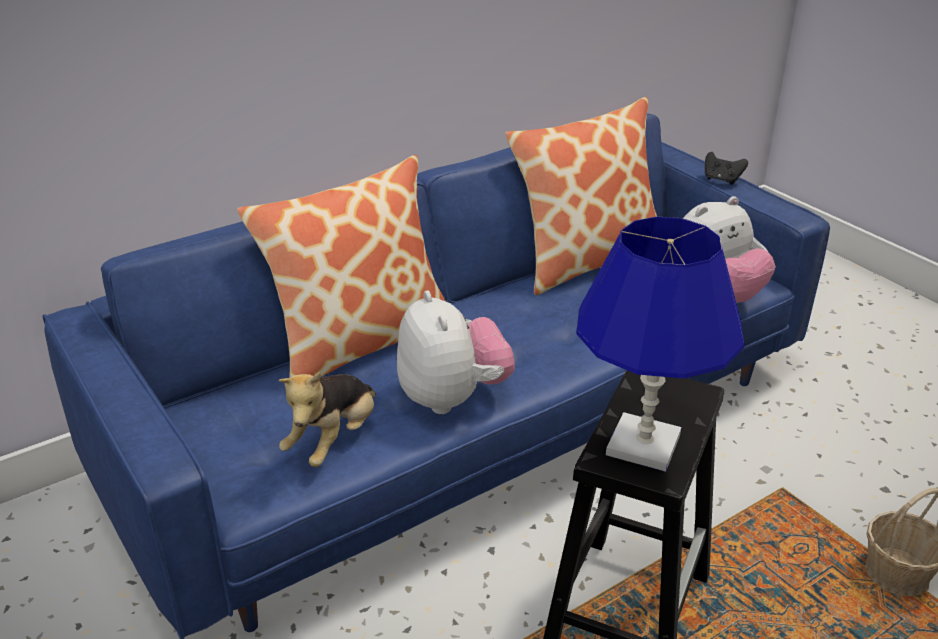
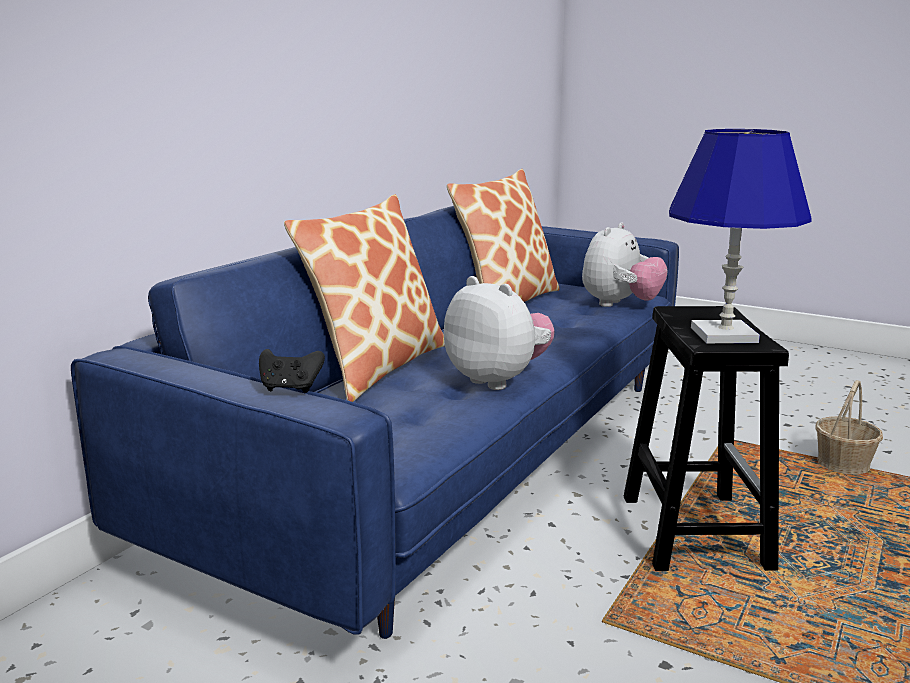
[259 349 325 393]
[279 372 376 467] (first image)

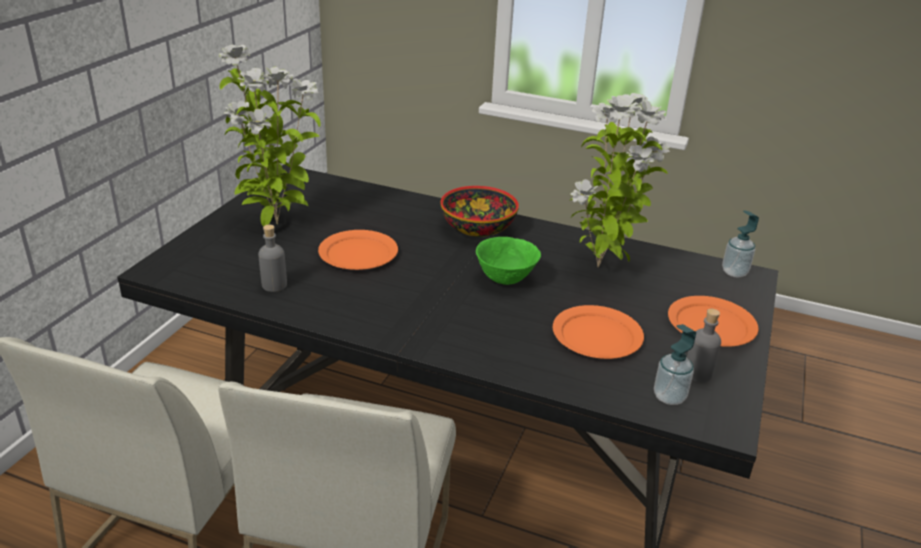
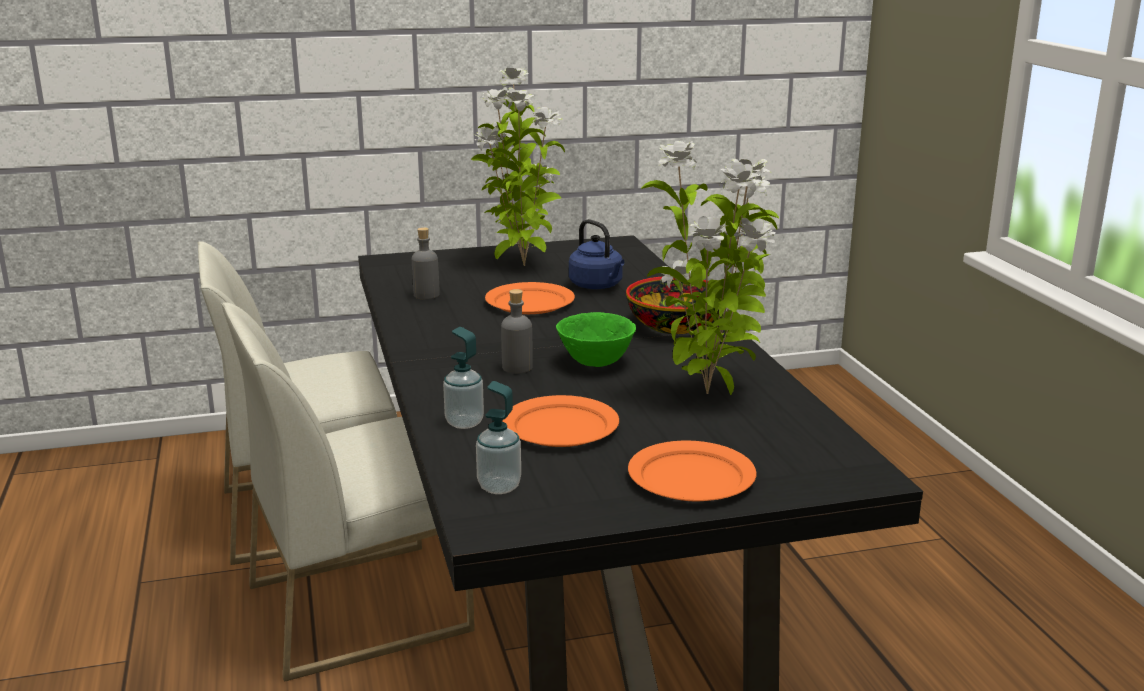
[443 327 484 429]
[501 289 533 374]
[569 219 624 289]

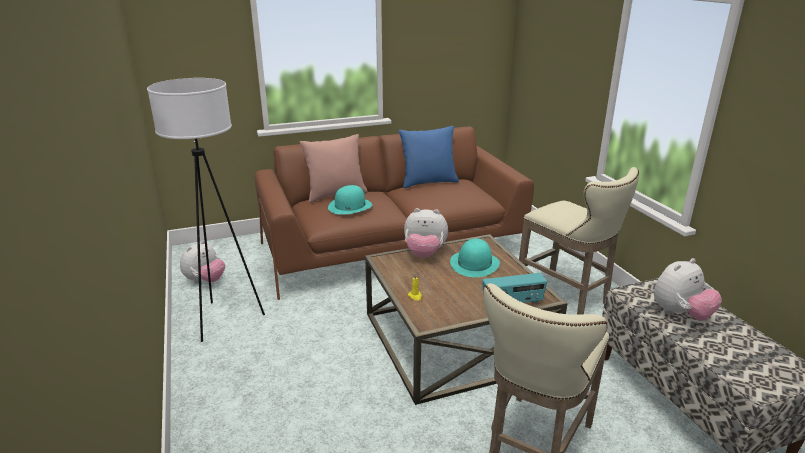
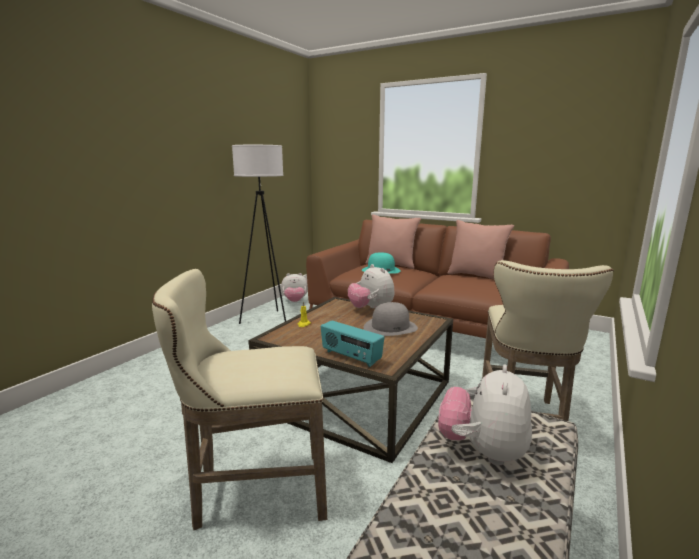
[447 220 514 279]
[363 302 418 336]
[438 364 532 466]

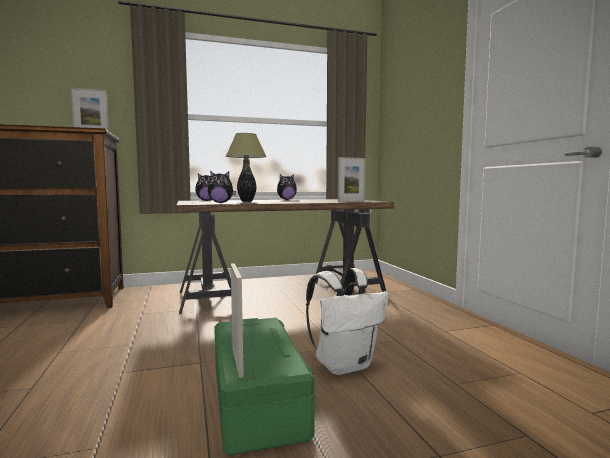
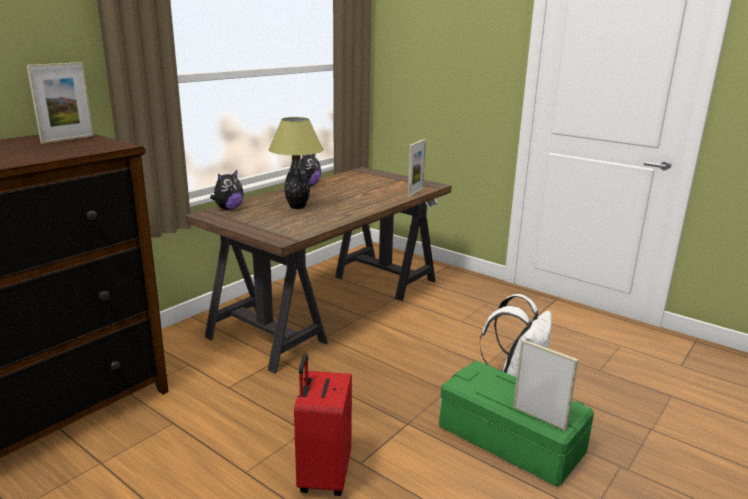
[208 171 236 203] (first image)
[294 354 352 496]

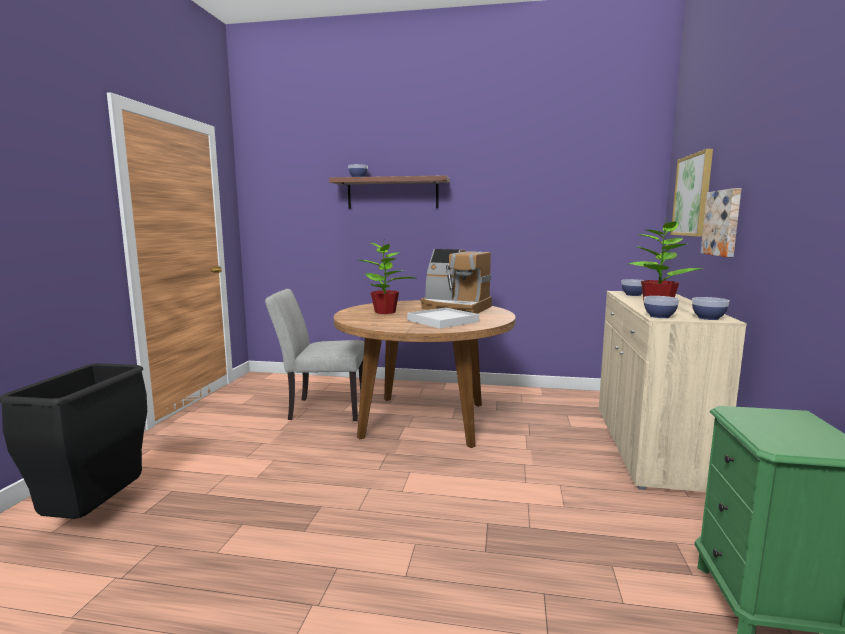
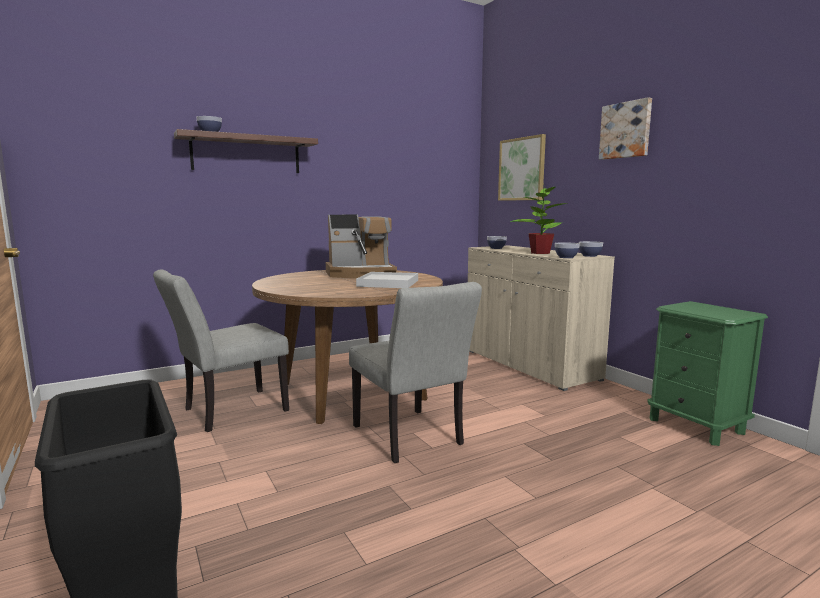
[599 97 652 160]
[358 243 417 314] (first image)
[349 282 482 463]

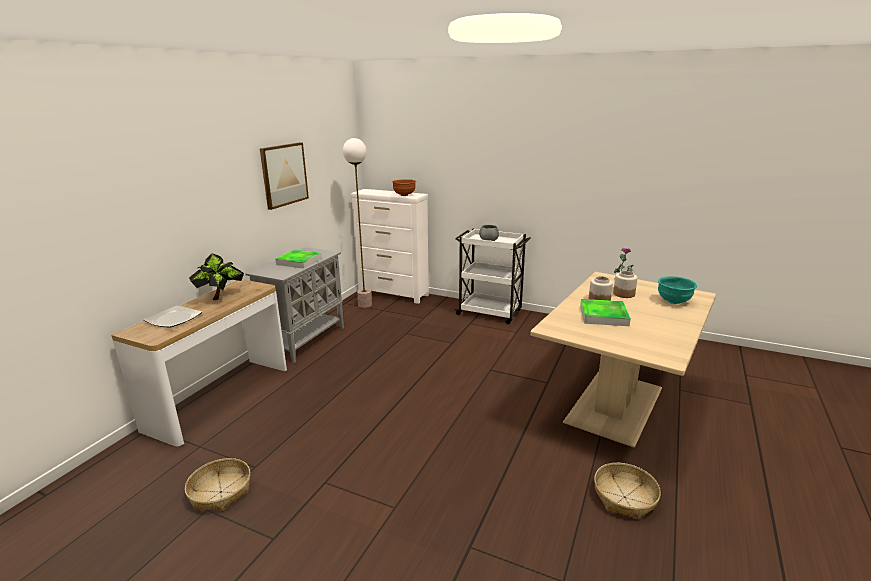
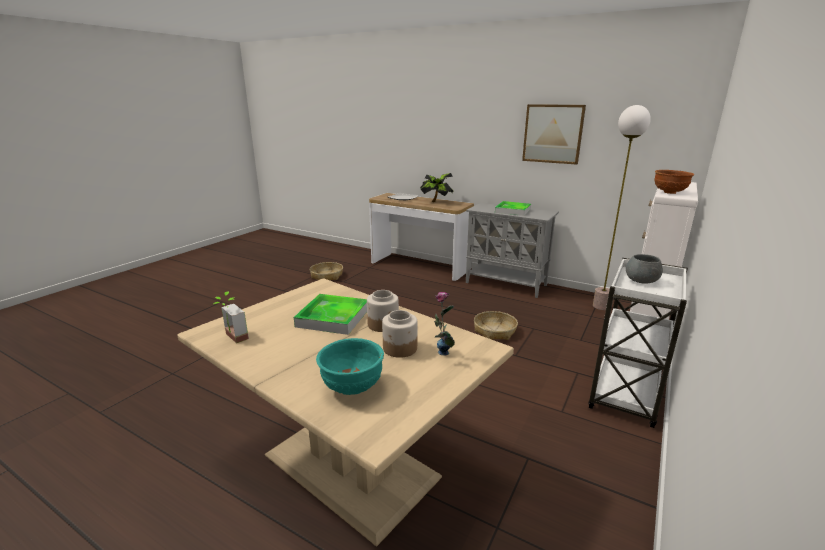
[474 311 518 340]
[214 291 249 343]

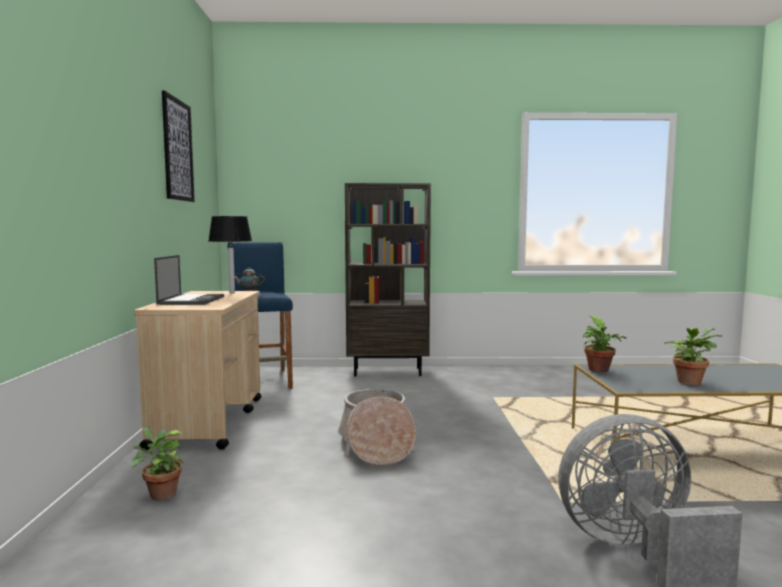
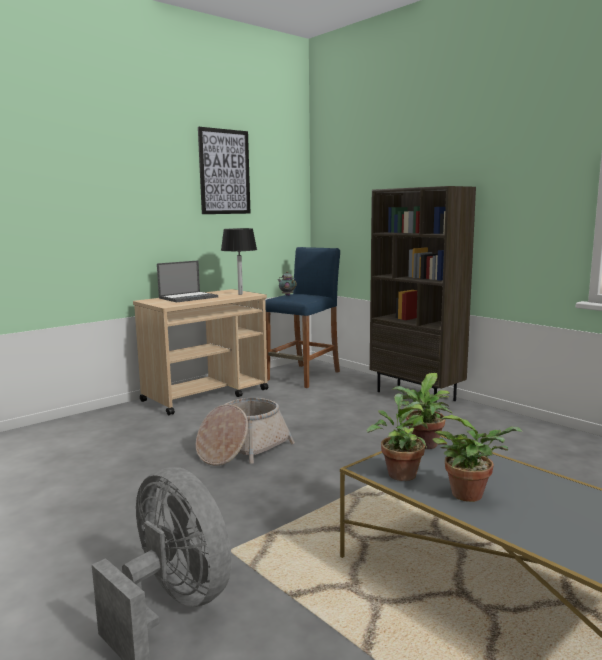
[366 394 428 481]

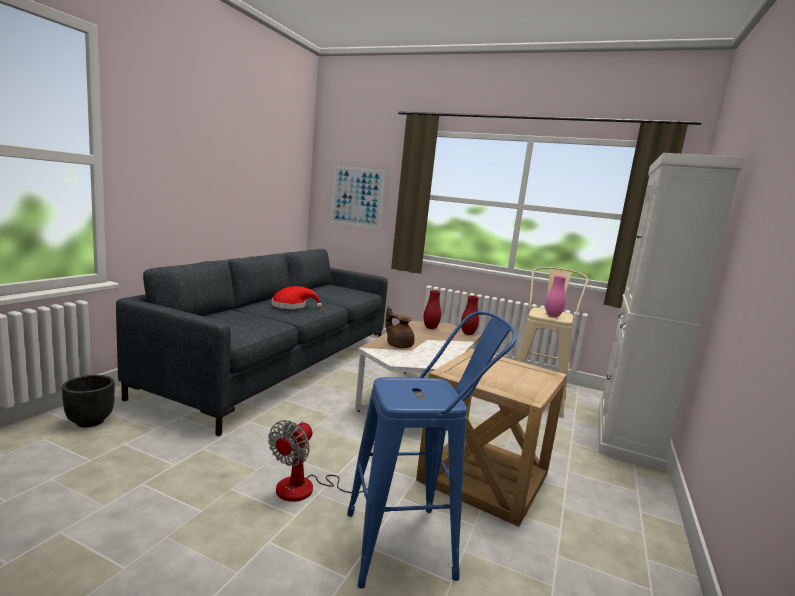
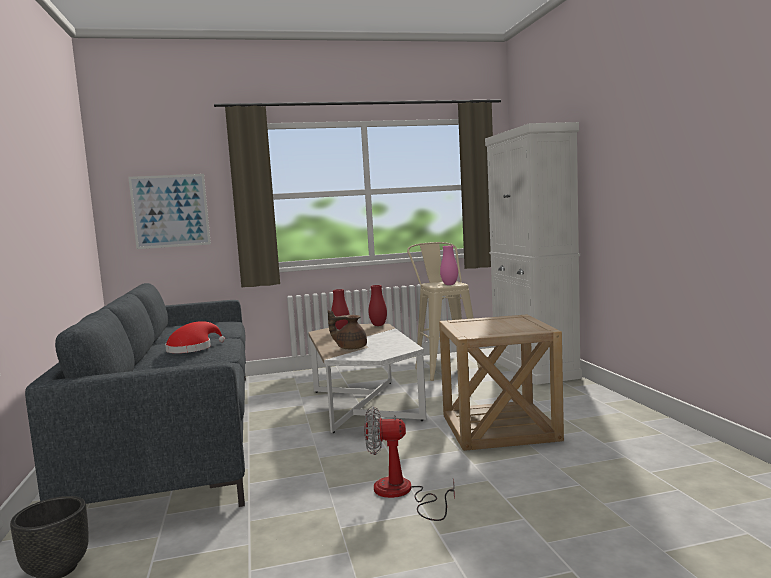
[347 312 517 589] (first image)
[364 406 455 521]

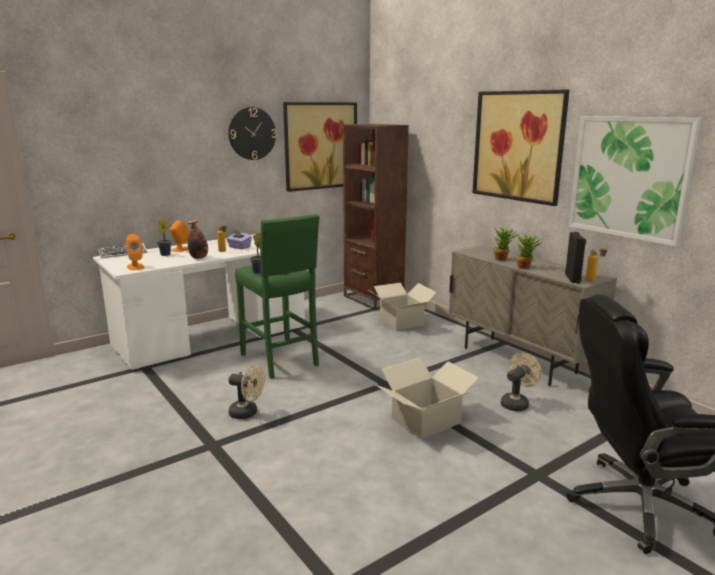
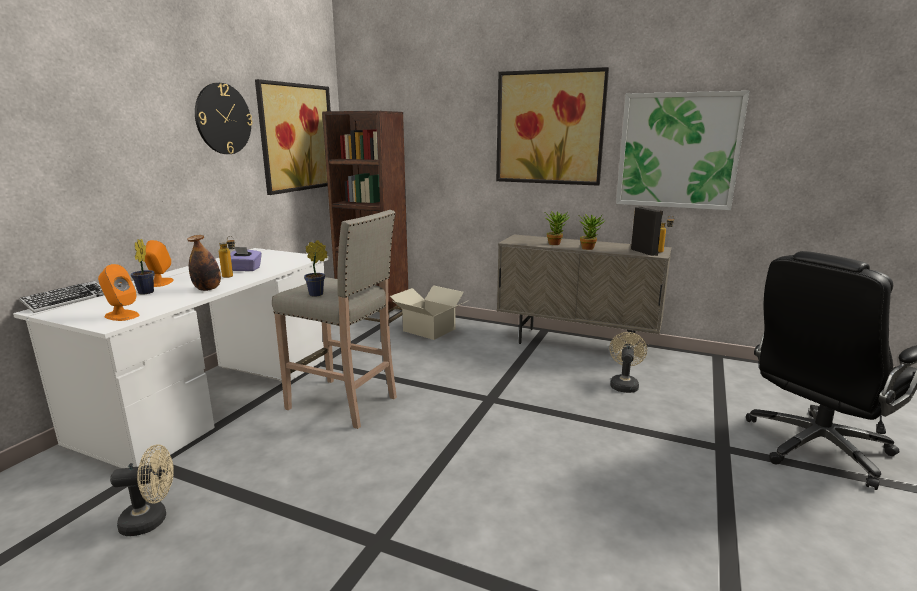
[272 210 397 429]
[376 357 479 439] (first image)
[110 444 174 536]

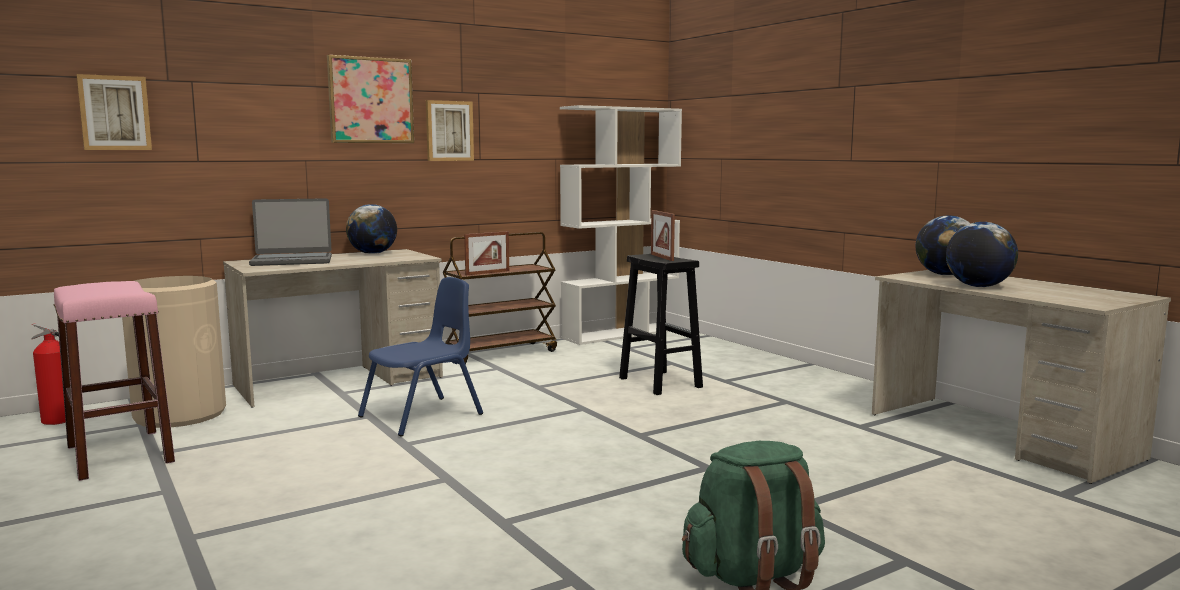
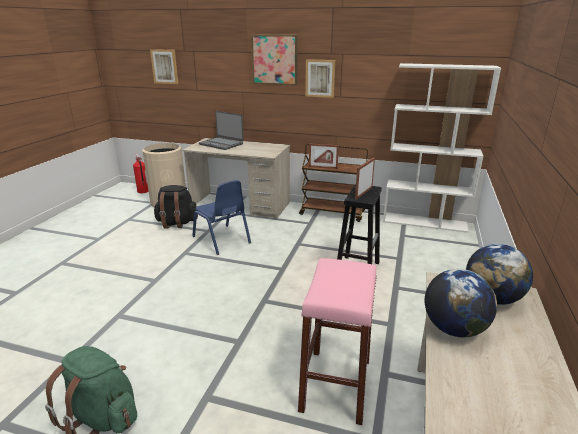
[346 204 397 254] (first image)
[192 180 251 255]
[298 258 377 425]
[153 185 198 228]

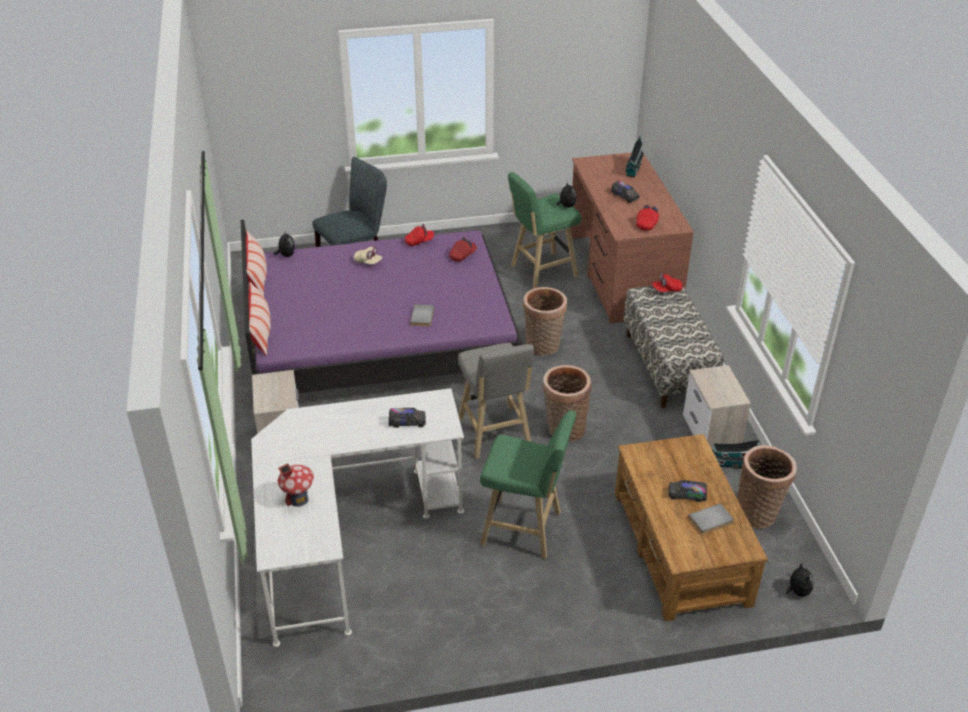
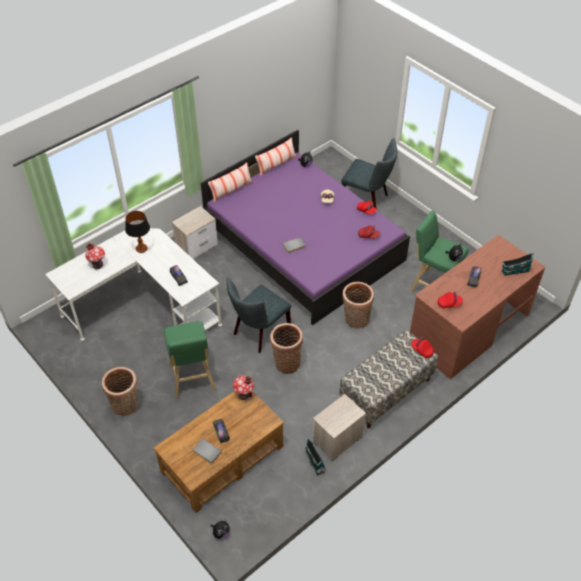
[227 277 291 353]
[102 367 138 416]
[125 211 150 253]
[232 375 254 400]

